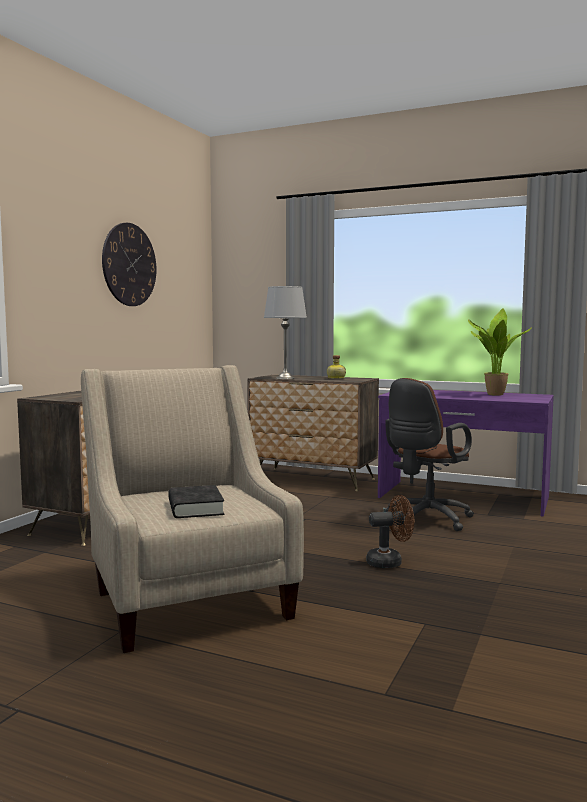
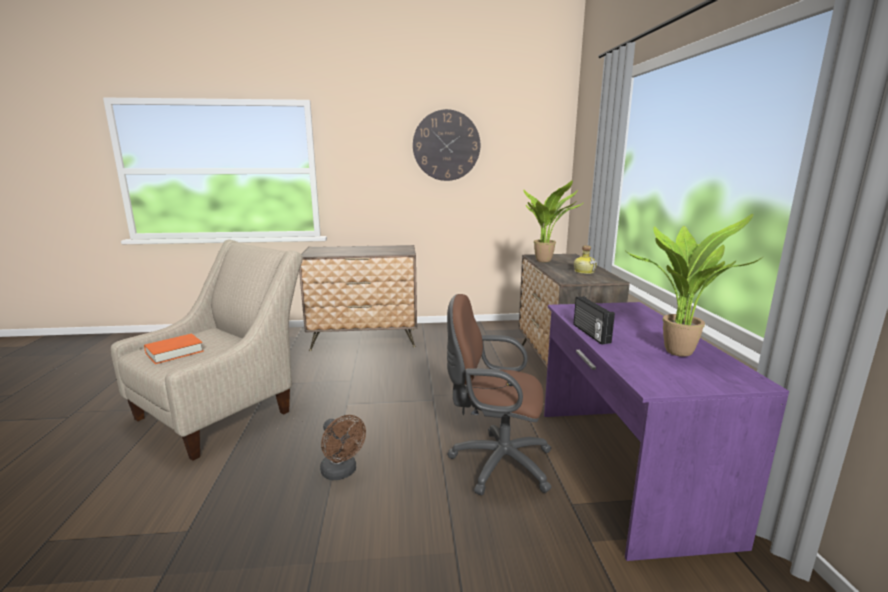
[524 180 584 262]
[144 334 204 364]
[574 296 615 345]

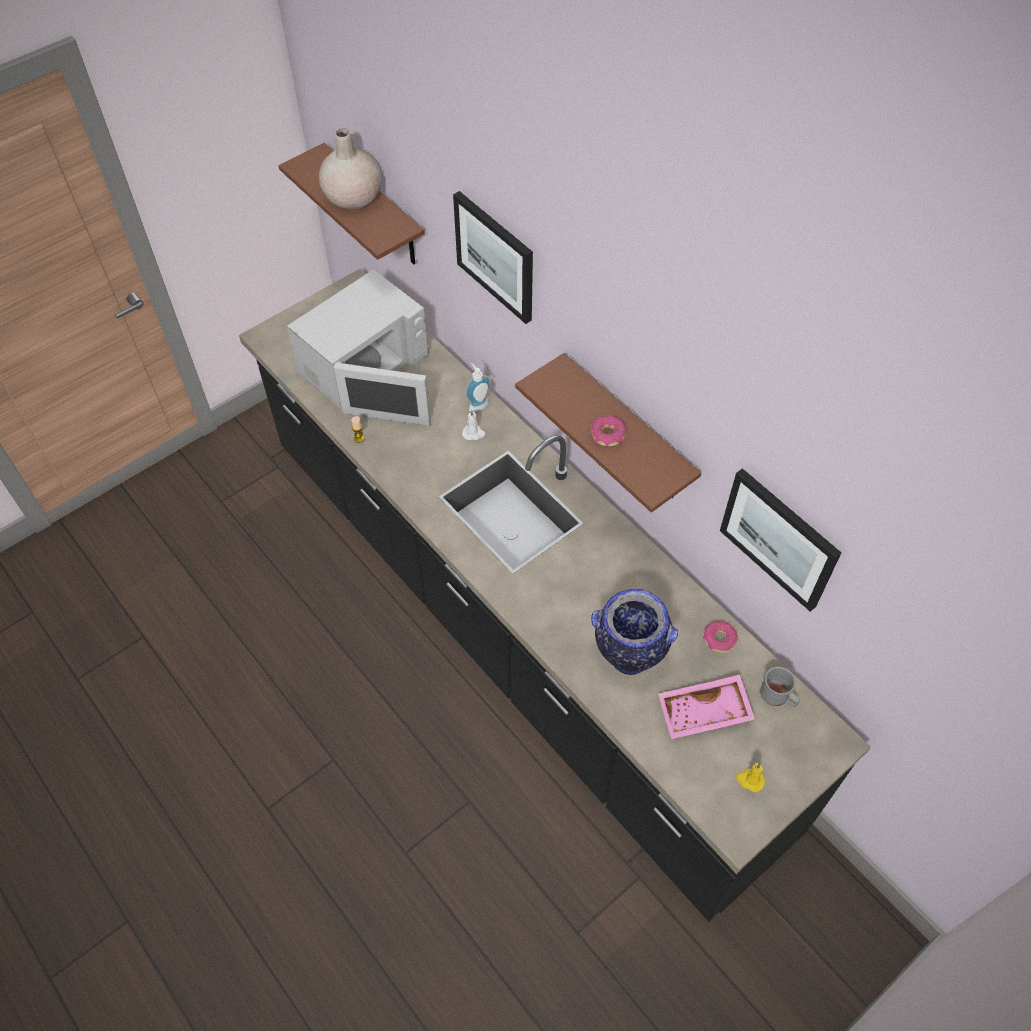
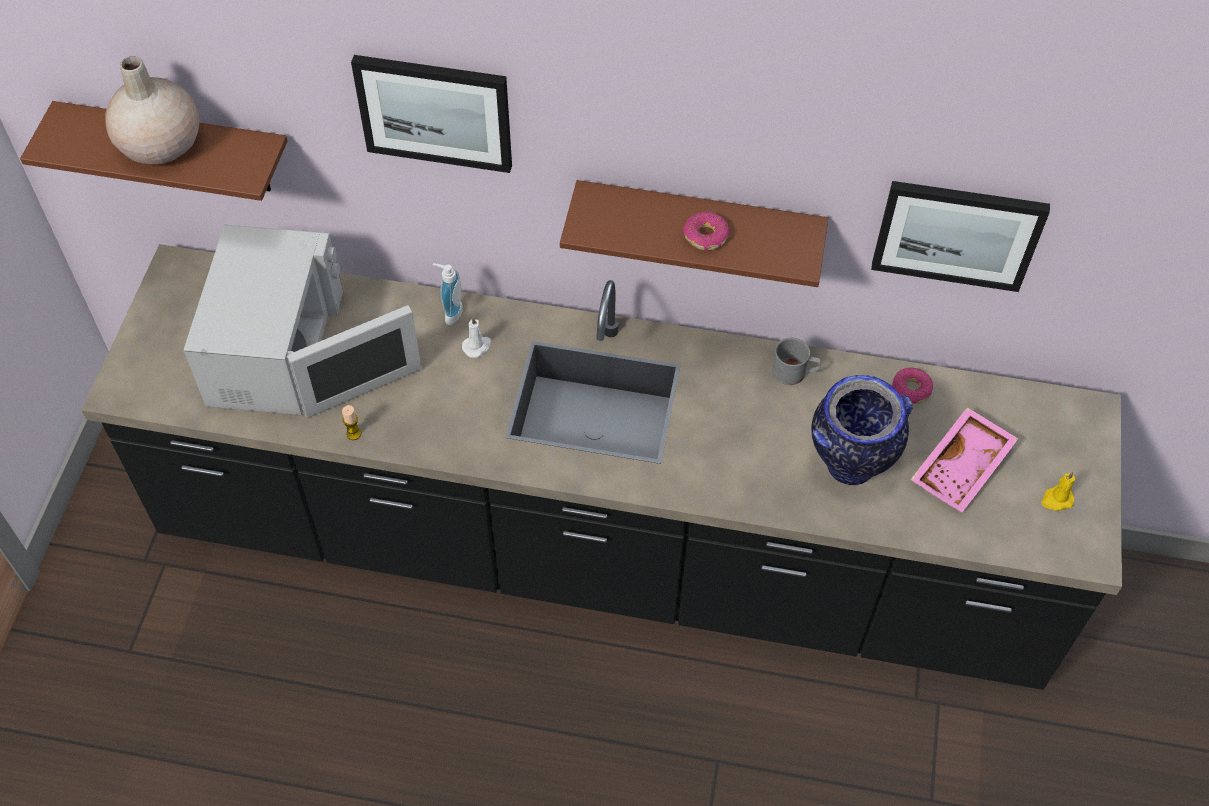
[772 338 821 385]

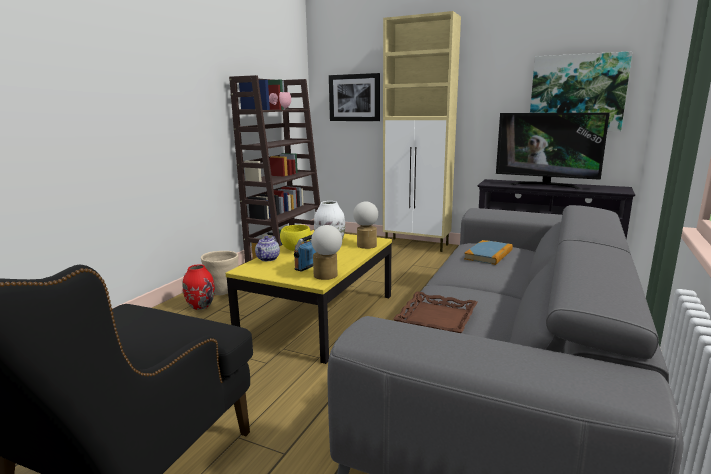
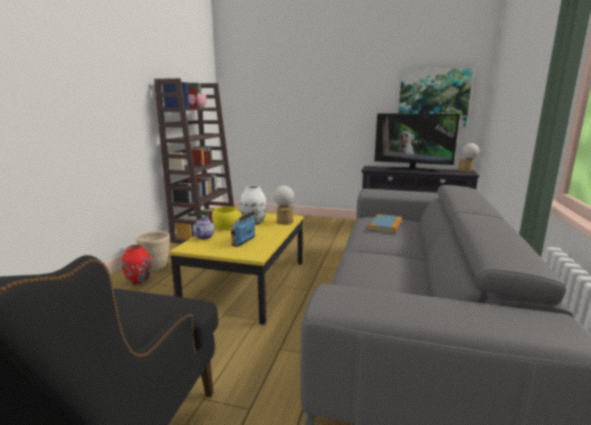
[383 11 461 252] (first image)
[329 73 380 121] (first image)
[458 143 479 172]
[393 291 477 333] (first image)

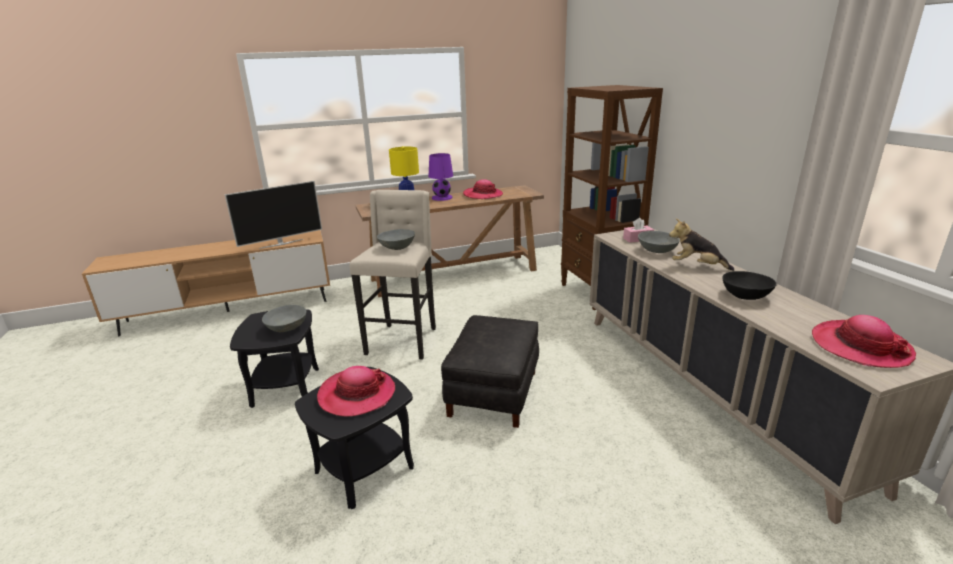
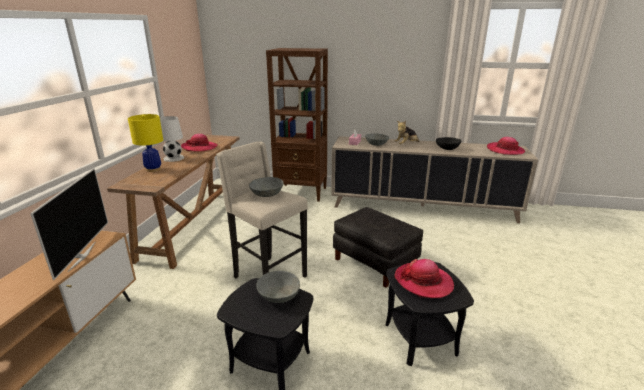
[160 116 184 162]

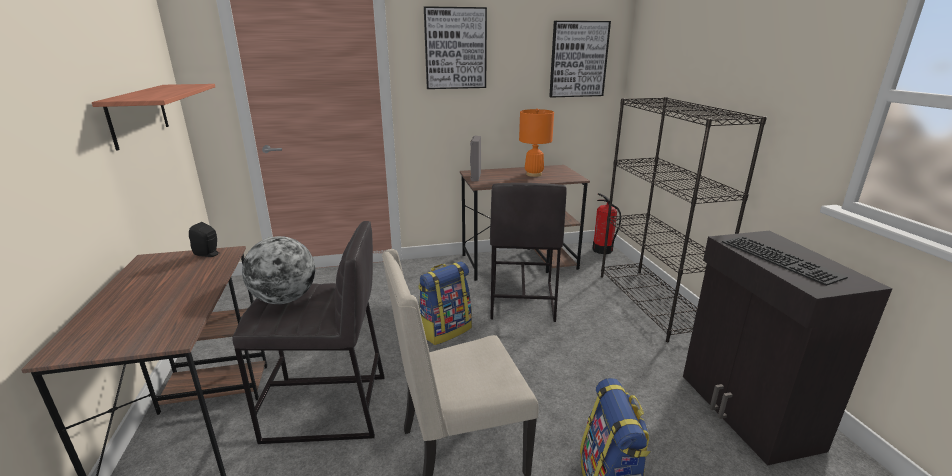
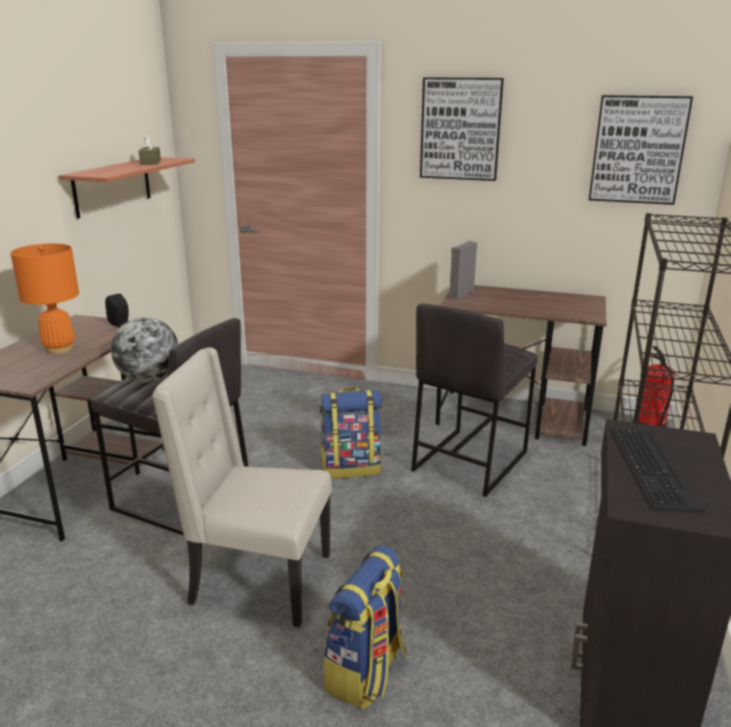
[10 244 79 354]
[139 135 161 165]

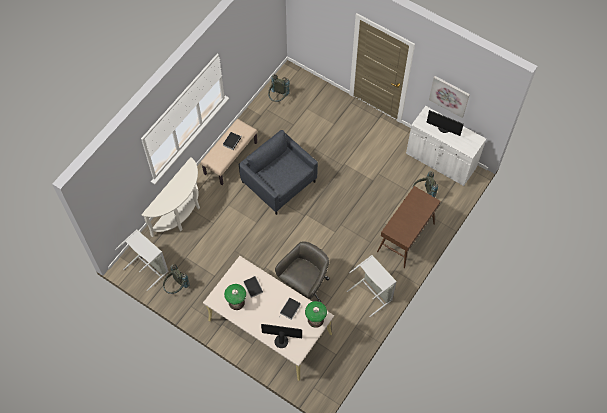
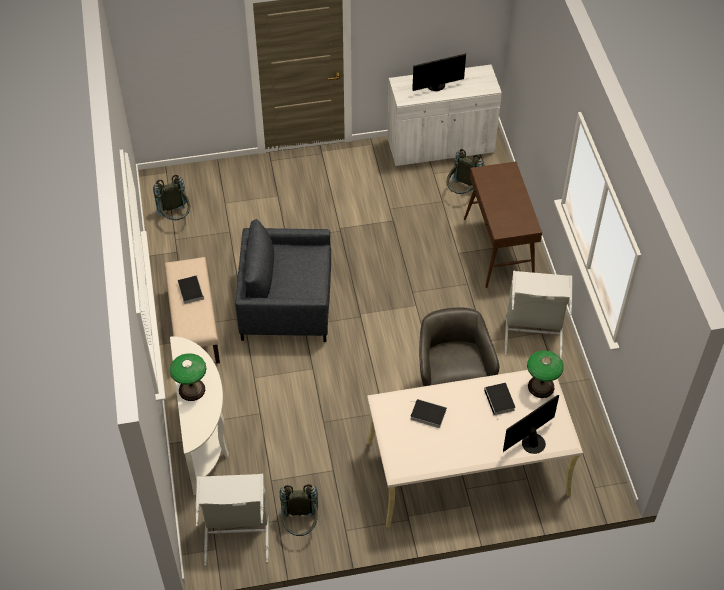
[429 76 470 118] (first image)
[170 353 206 401]

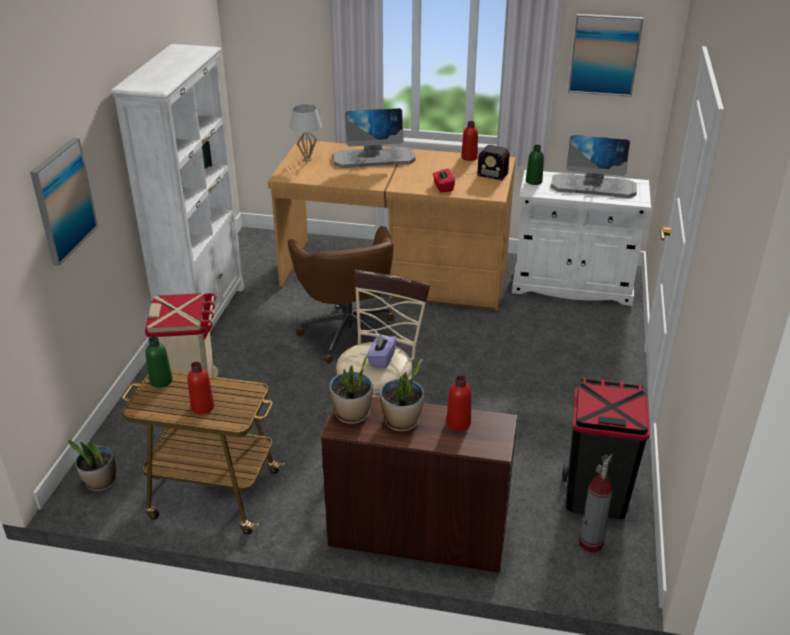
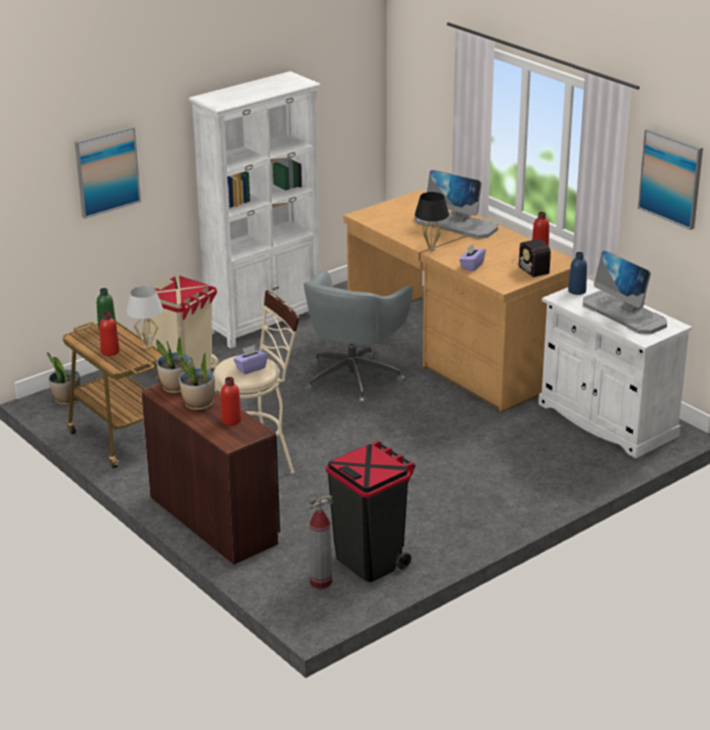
[126 286 163 349]
[568 252 587 295]
[459 244 486 271]
[304 270 413 405]
[415 192 449 251]

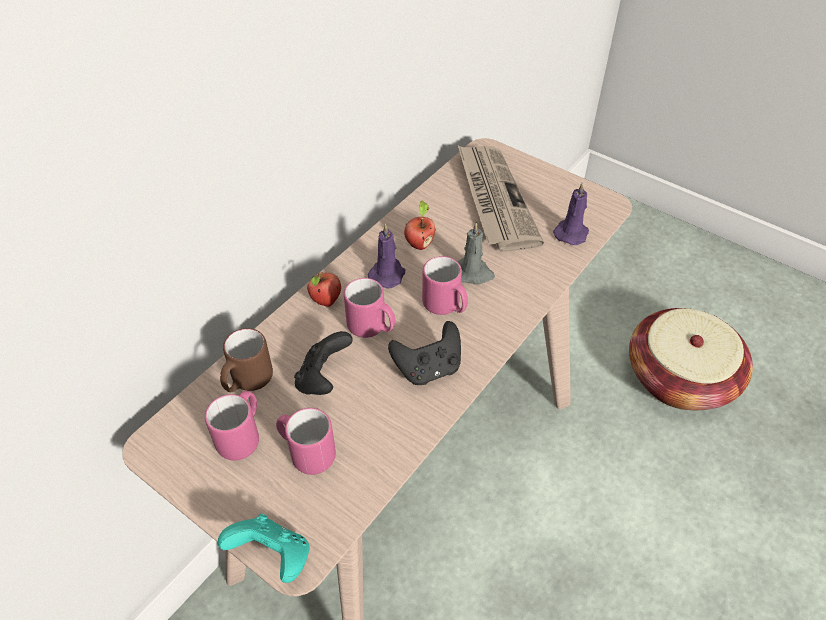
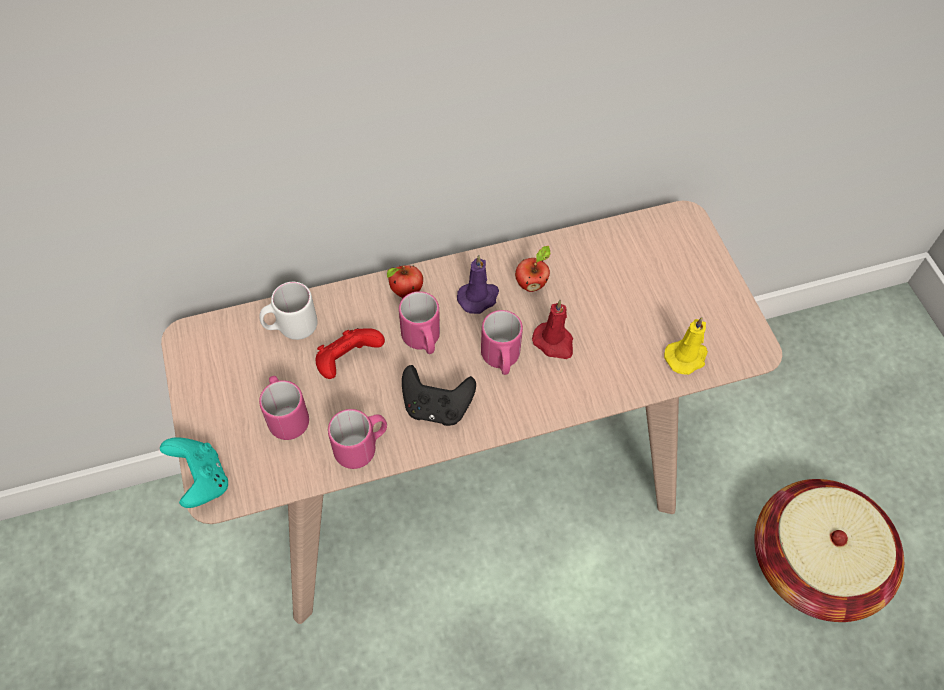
[458 146 544 252] (first image)
[664 317 708 375]
[532 300 573 359]
[259 282 317 340]
[316 328 385 379]
[328 409 387 469]

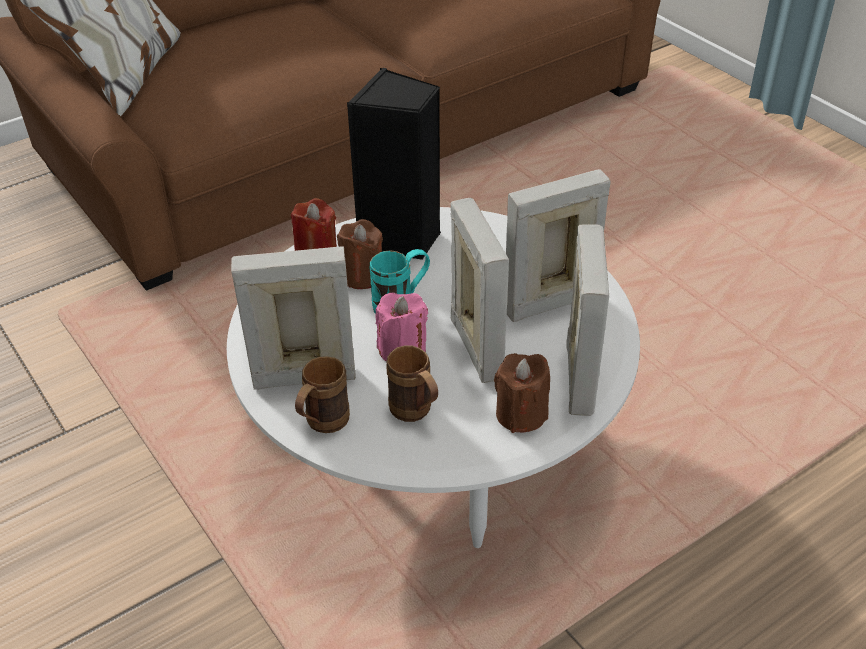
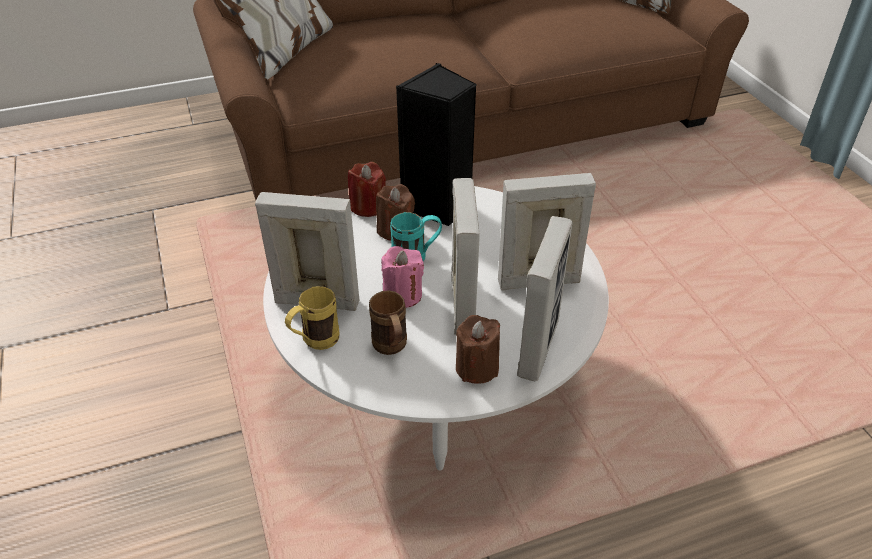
[285 286 340 350]

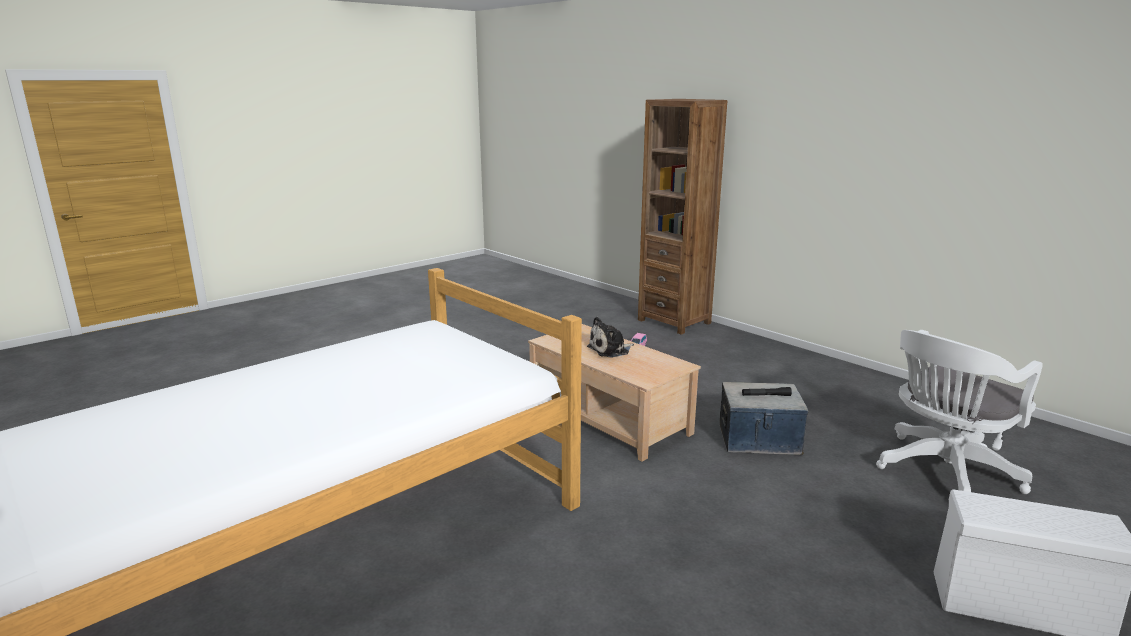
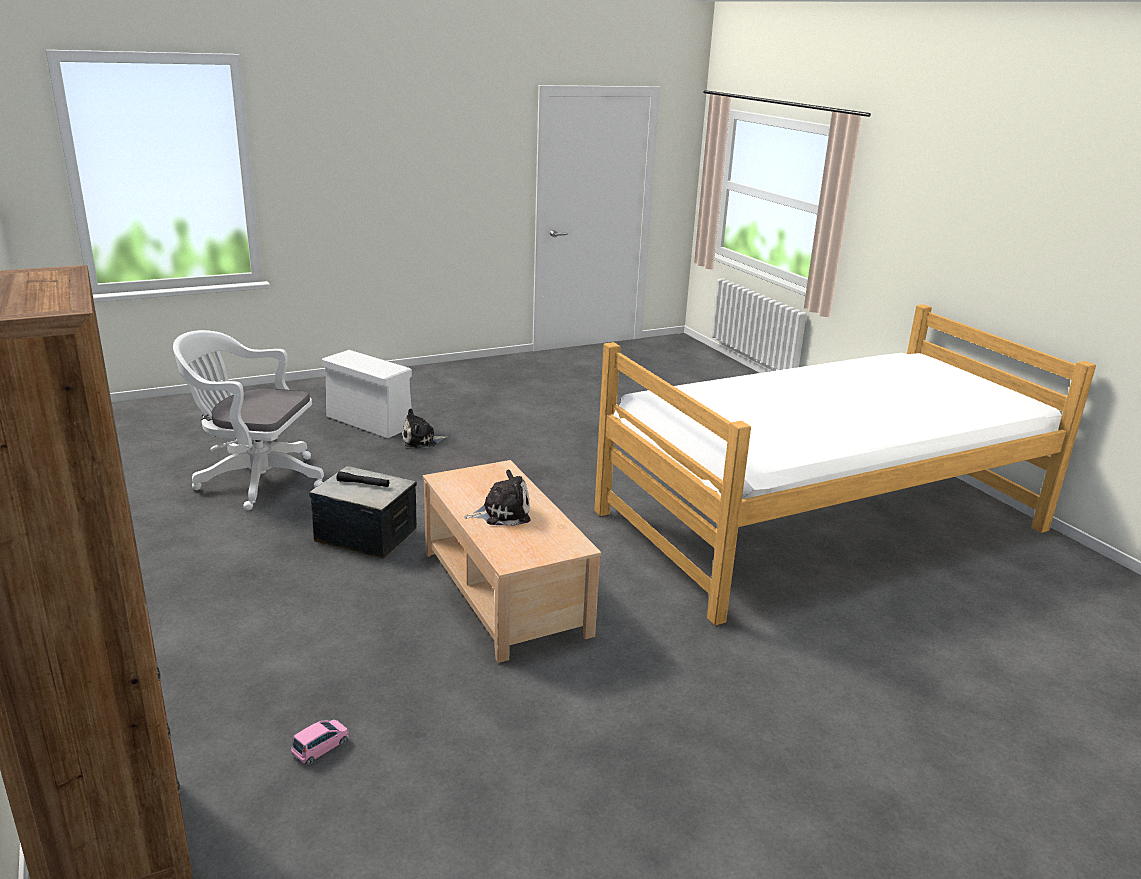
[173 330 324 510]
[401 409 448 449]

